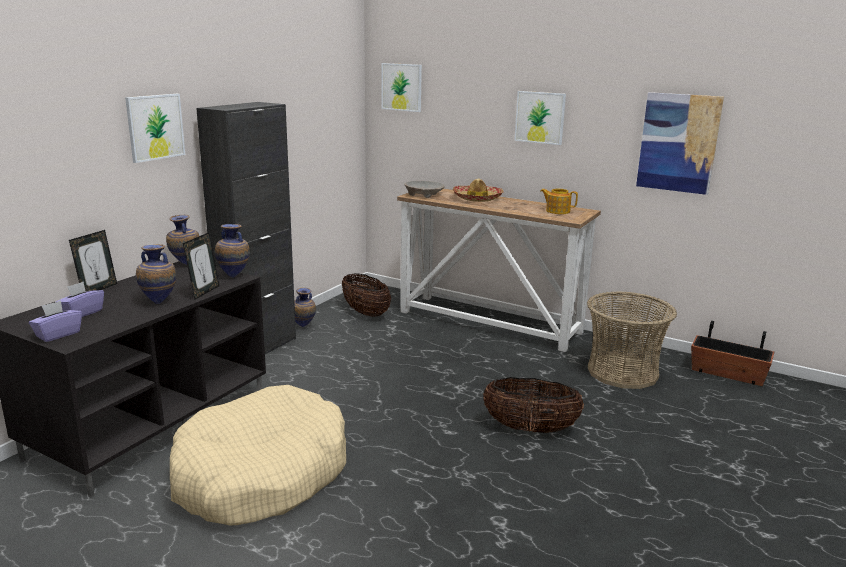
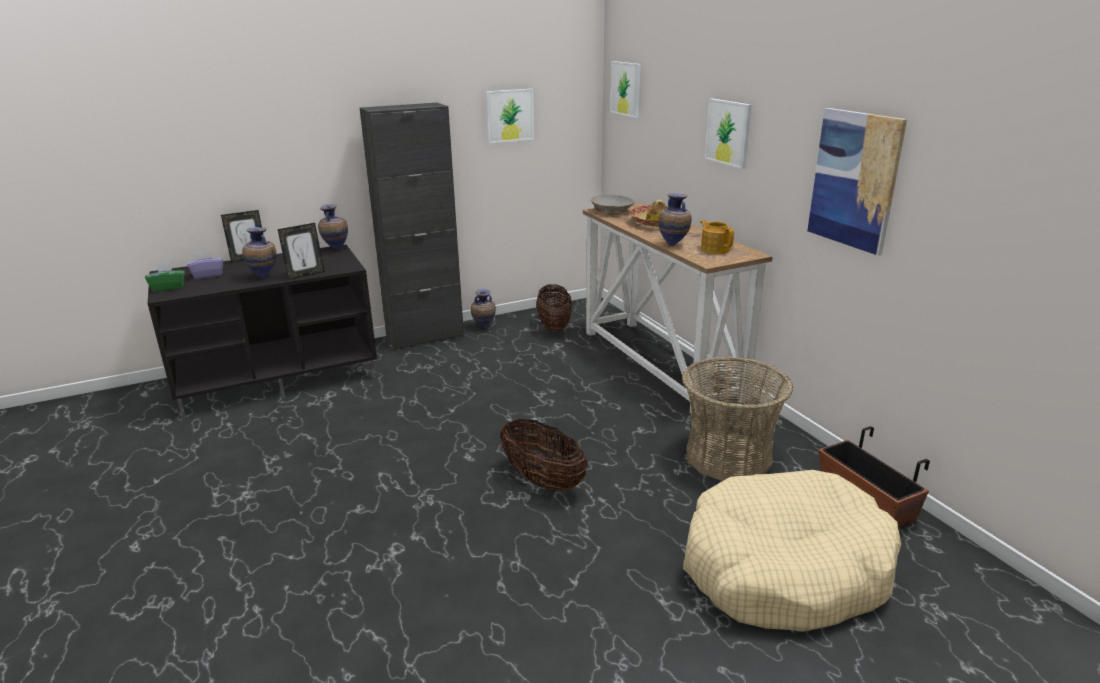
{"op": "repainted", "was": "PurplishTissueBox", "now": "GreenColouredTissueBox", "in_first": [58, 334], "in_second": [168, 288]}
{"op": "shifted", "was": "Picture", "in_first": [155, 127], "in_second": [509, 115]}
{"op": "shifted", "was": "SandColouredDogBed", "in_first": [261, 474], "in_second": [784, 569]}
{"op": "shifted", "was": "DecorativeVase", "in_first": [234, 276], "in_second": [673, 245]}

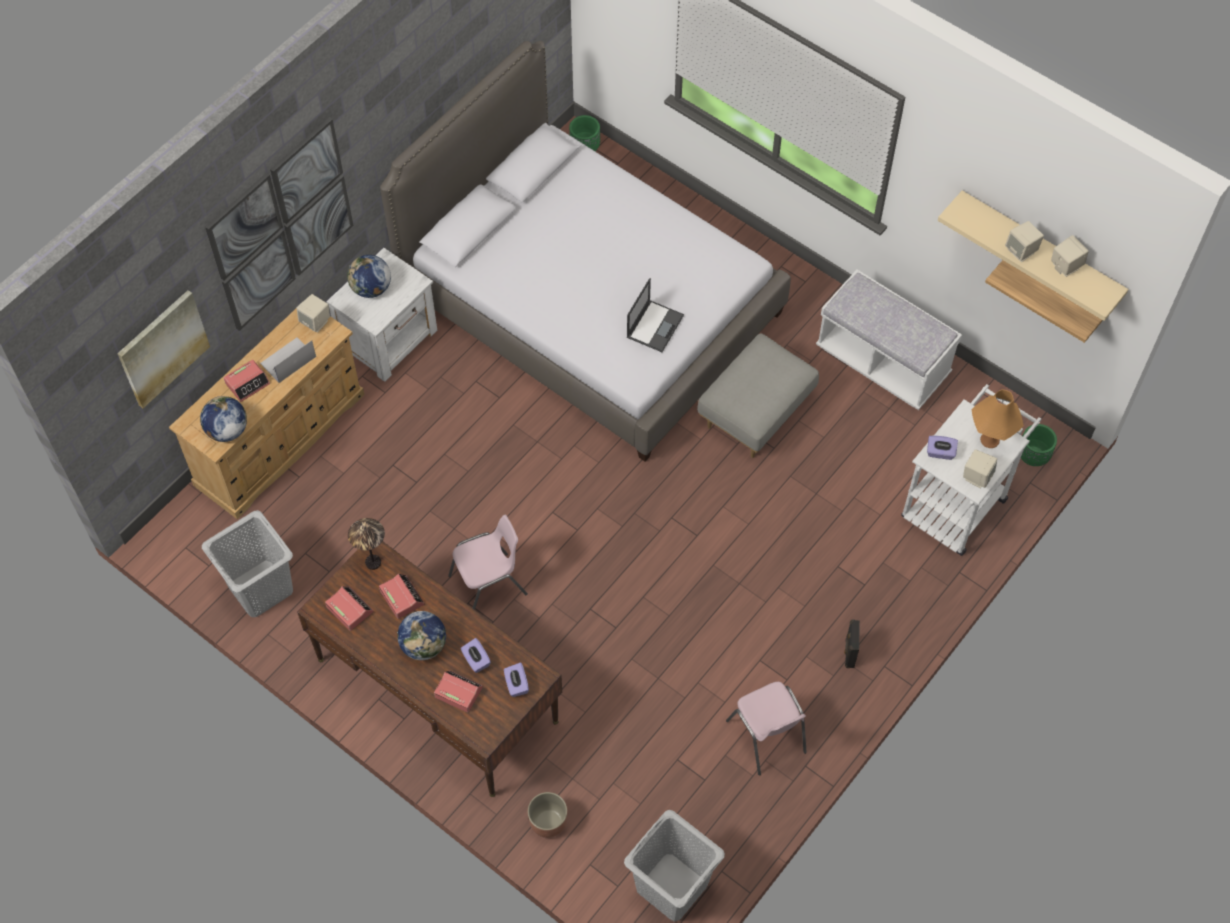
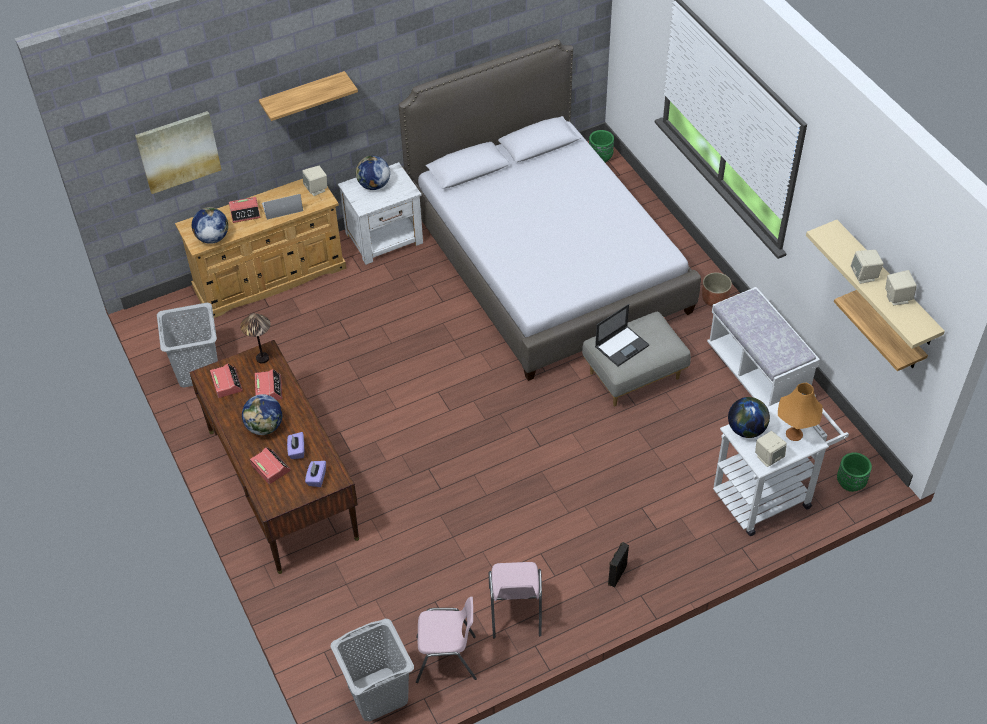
{"op": "swapped", "was": "Picture", "now": "BracketShelf", "in_first": [281, 225], "in_second": [303, 96]}
{"op": "shifted", "was": "PinkColouredPlainChair", "in_first": [489, 586], "in_second": [447, 659]}
{"op": "shifted", "was": "Planter", "in_first": [548, 822], "in_second": [714, 299]}
{"op": "shifted", "was": "PortableComputer", "in_first": [655, 325], "in_second": [622, 345]}
{"op": "swapped", "was": "PurplishTissueBox", "now": "Globe", "in_first": [940, 453], "in_second": [746, 429]}

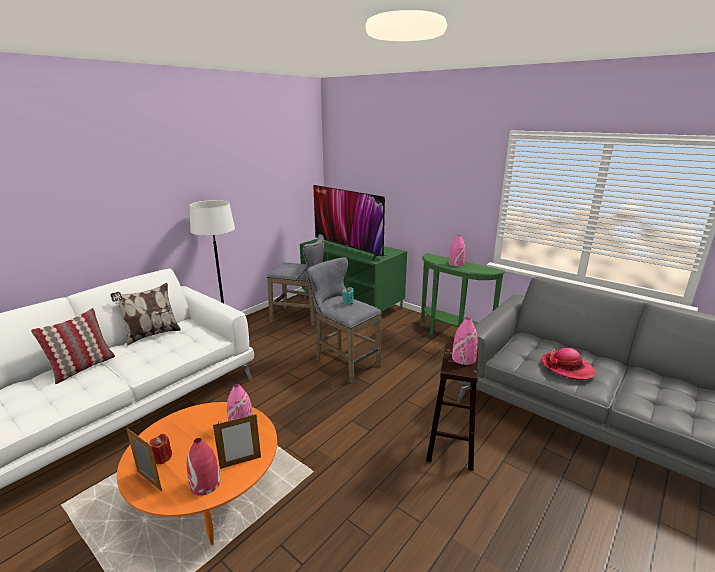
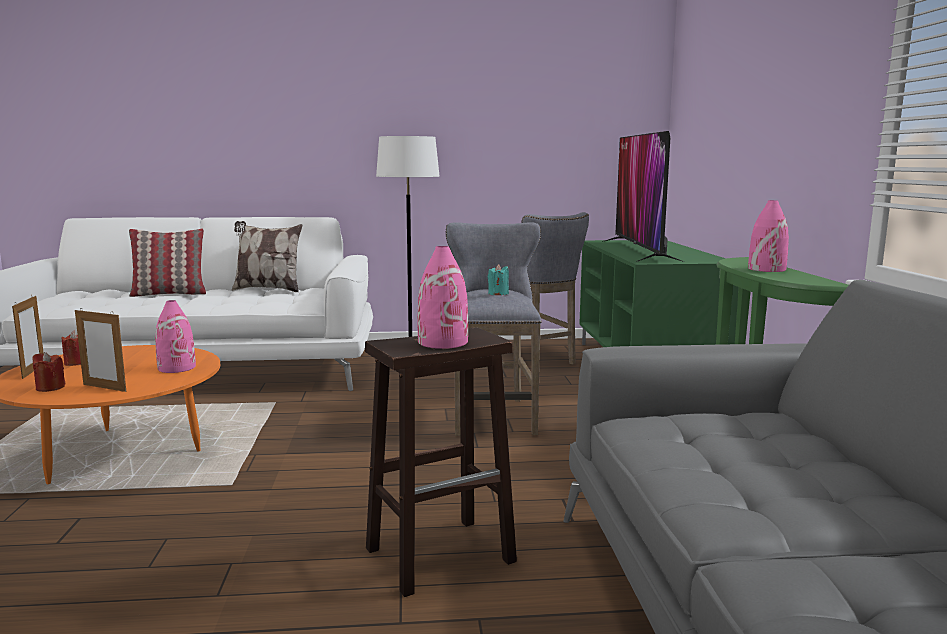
{"op": "swapped", "was": "RedDecorativeVase", "now": "RedWaxCandle", "in_first": [205, 484], "in_second": [50, 387]}
{"op": "gone", "was": "ClothingHat", "in_first": [567, 367]}

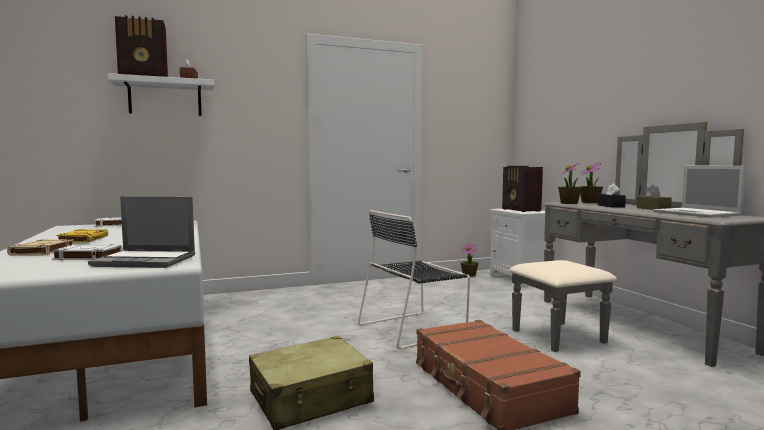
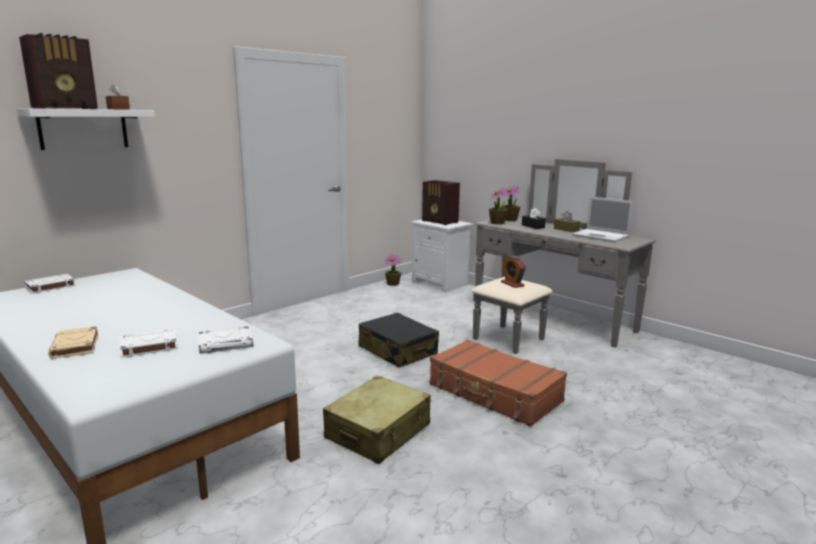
{"op": "gone", "was": "YellowishBoundBook", "in_first": [83, 239]}
{"op": "swapped", "was": "PortableComputer", "now": "WhiteColouredBoundBook", "in_first": [147, 261], "in_second": [226, 344]}
{"op": "swapped", "was": "BlackishPlainChair", "now": "BlackishPieceOfLuggage", "in_first": [414, 329], "in_second": [397, 351]}
{"op": "new", "now": "BedsideClock", "in_second": [512, 284]}

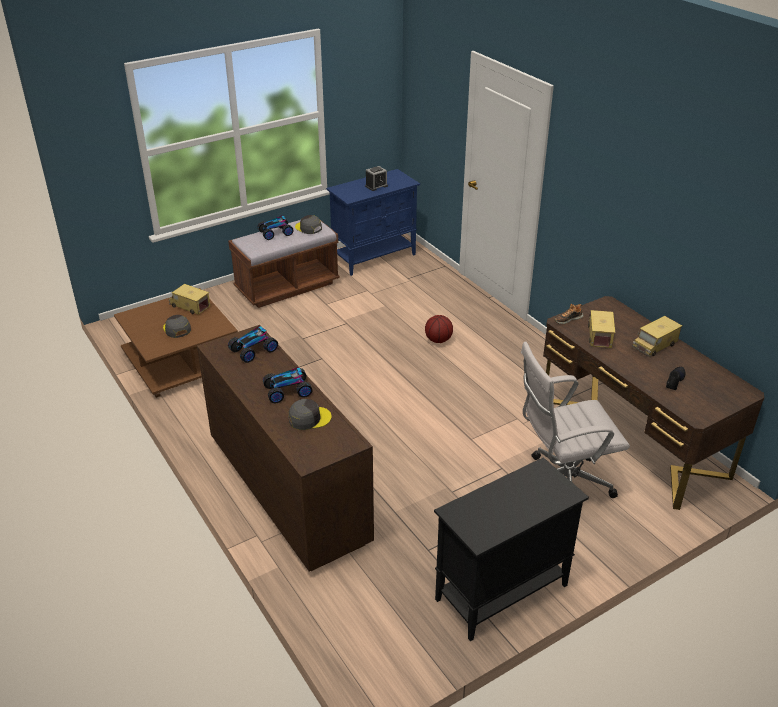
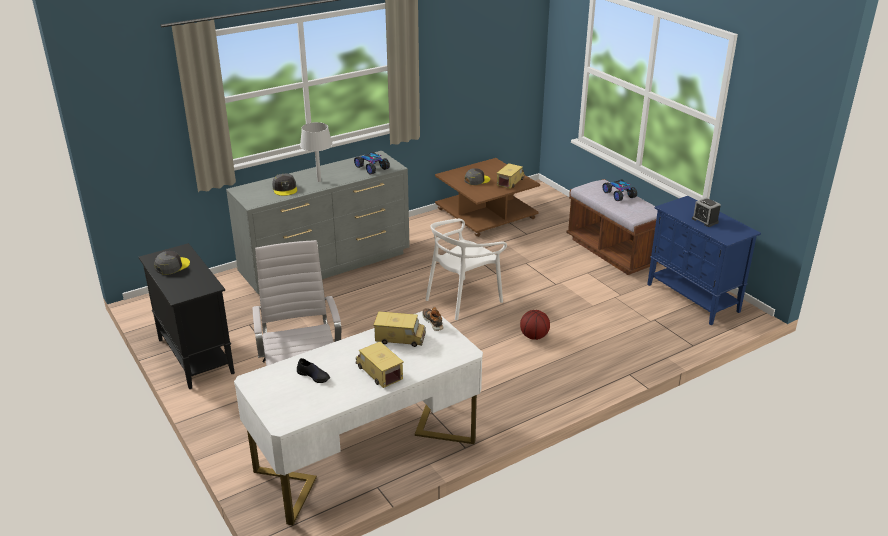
{"op": "repainted", "was": "BrownishDrawerChest", "now": "GreyishDrawerChest", "in_first": [288, 490], "in_second": [327, 265]}
{"op": "swapped", "was": "MiniatureCar", "now": "GreyishTableLamp", "in_first": [287, 391], "in_second": [319, 181]}
{"op": "shifted", "was": "GreyishPeakedCap", "in_first": [308, 228], "in_second": [172, 266]}
{"op": "repainted", "was": "BrownishDeskTable", "now": "WhiteColouredDeskTable", "in_first": [631, 437], "in_second": [366, 455]}
{"op": "new", "now": "WhiteColouredPlainChair", "in_second": [463, 299]}

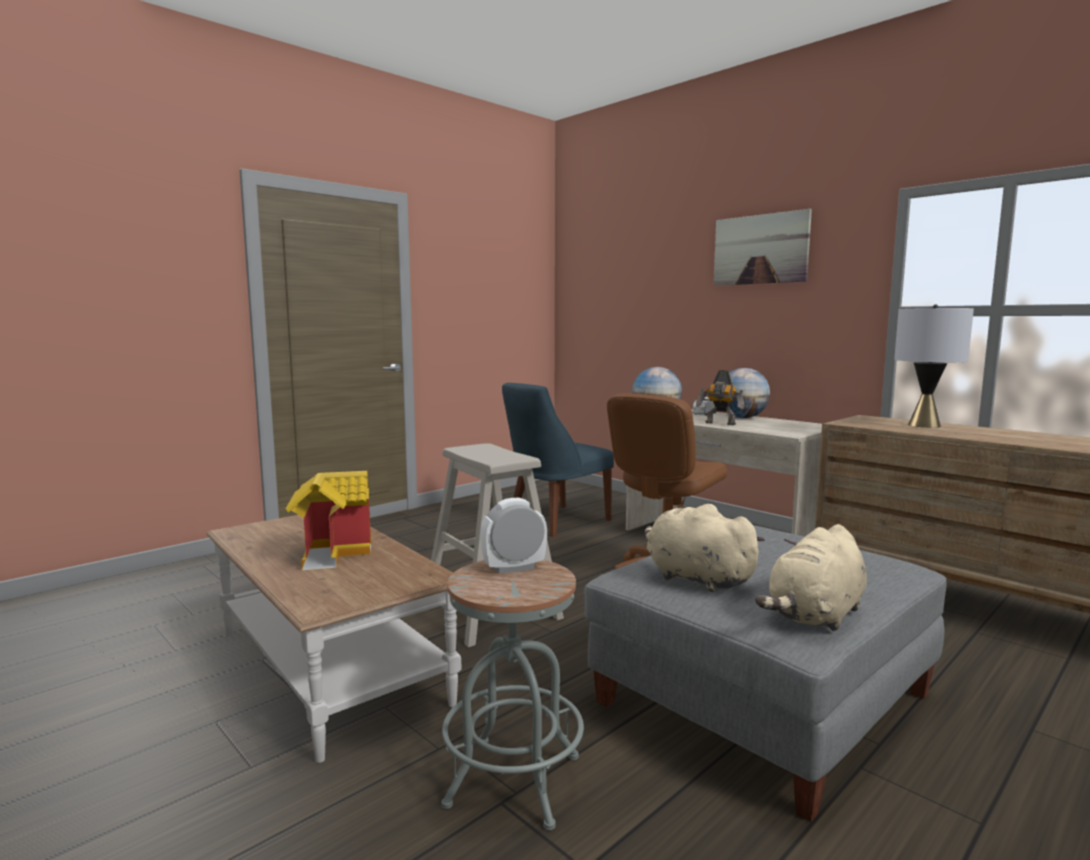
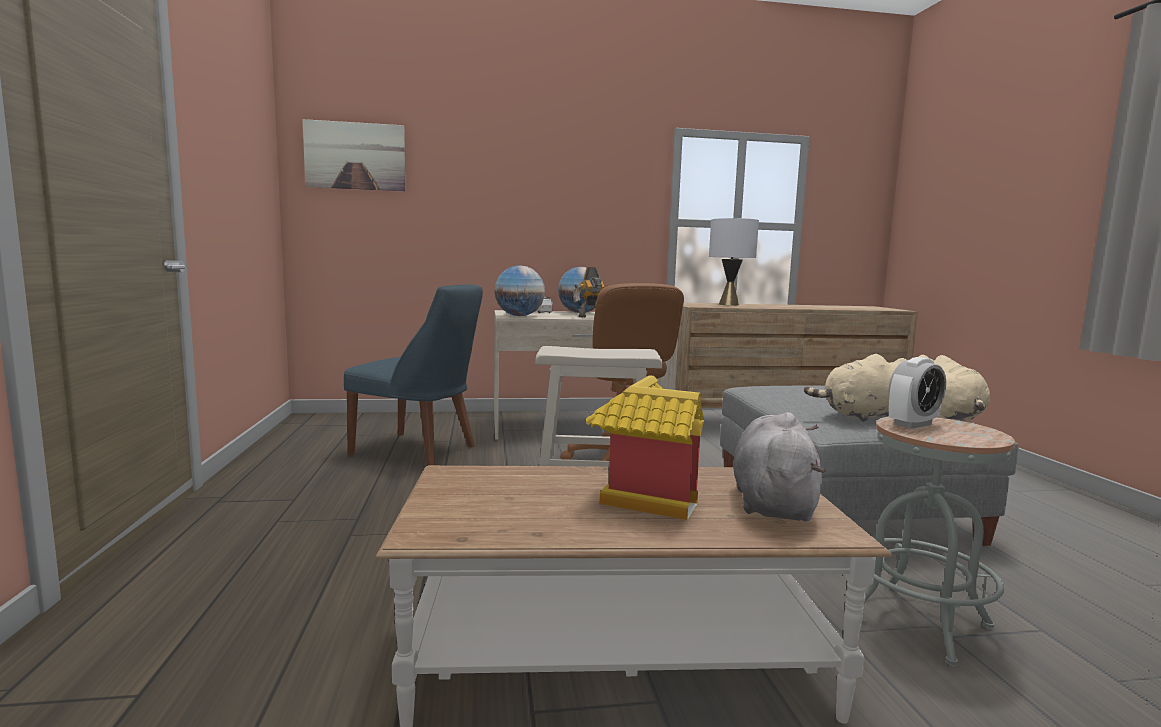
{"op": "rotated", "was": "BedsideClock", "in_first": [514, 568], "in_second": [912, 424], "clockwise": -135}
{"op": "rotated", "was": "BlueColouredPlainChair", "in_first": [555, 522], "in_second": [418, 451], "clockwise": -60}
{"op": "shifted", "was": "Picture", "in_first": [760, 249], "in_second": [355, 156]}
{"op": "new", "now": "GreyishSoftToy", "in_second": [772, 503]}

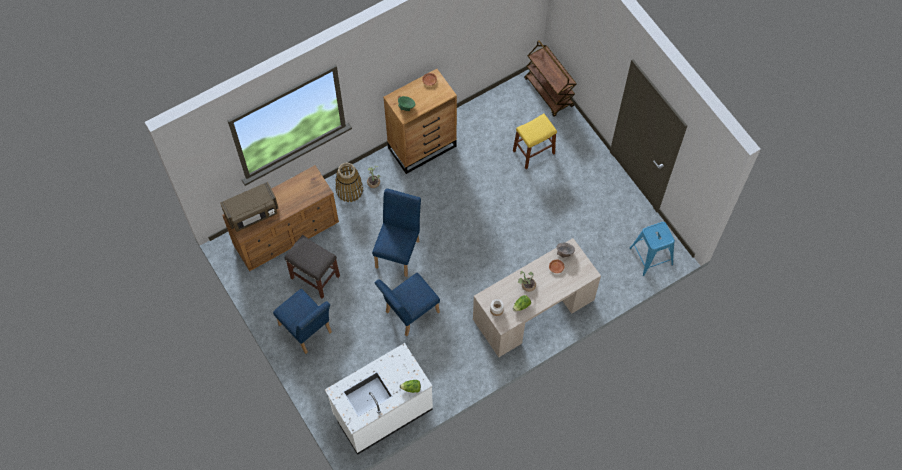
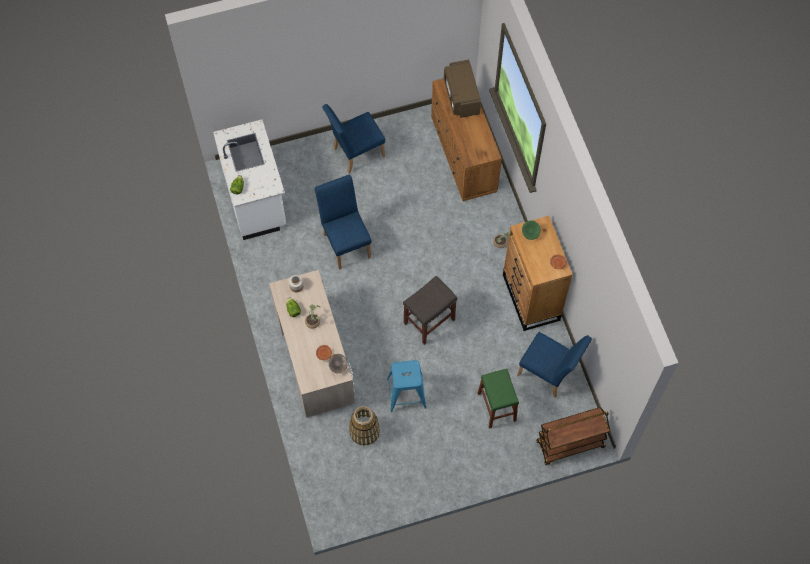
{"op": "shifted", "was": "GreyishSittingStool", "in_first": [316, 277], "in_second": [429, 322]}
{"op": "shifted", "was": "StorageBasket", "in_first": [349, 190], "in_second": [364, 431]}
{"op": "shifted", "was": "BlueColouredPlainChair", "in_first": [399, 250], "in_second": [548, 375]}
{"op": "repainted", "was": "YellowishSittingStool", "now": "GreenColouredSittingStool", "in_first": [533, 152], "in_second": [496, 407]}
{"op": "shifted", "was": "BlueColouredSittingStool", "in_first": [650, 256], "in_second": [406, 393]}

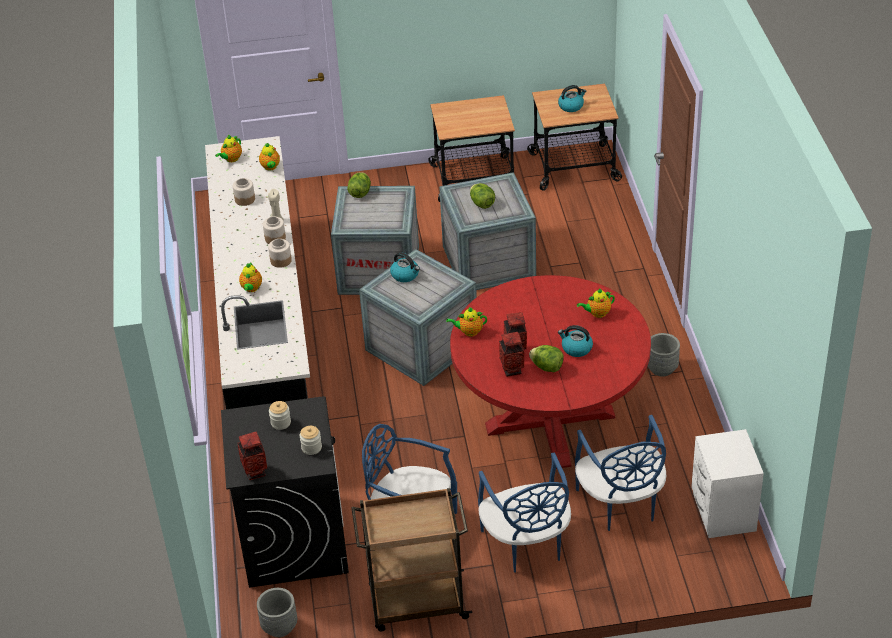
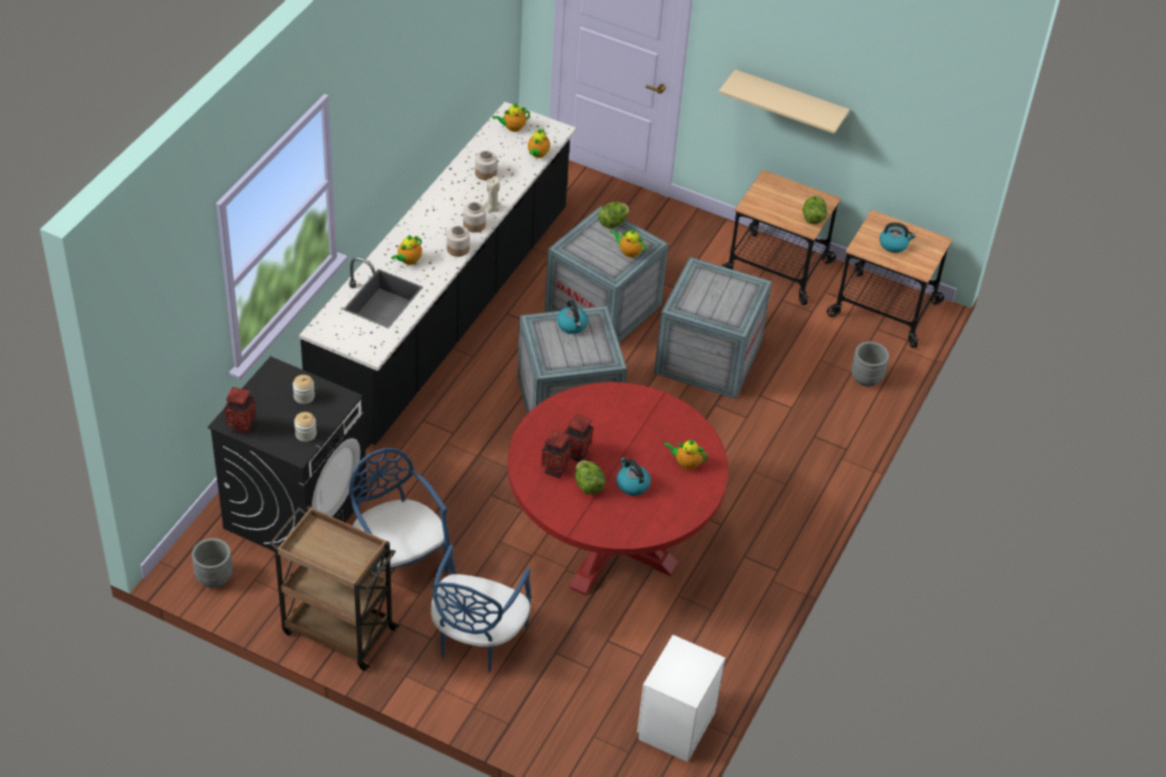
{"op": "shifted", "was": "Teapot", "in_first": [469, 332], "in_second": [628, 252]}
{"op": "shifted", "was": "Lettuce", "in_first": [482, 204], "in_second": [813, 218]}
{"op": "gone", "was": "BlueColouredPlainChair", "in_first": [621, 504]}
{"op": "shifted", "was": "GreyishPlanter", "in_first": [662, 369], "in_second": [866, 378]}
{"op": "new", "now": "SandColouredBracketShelf", "in_second": [789, 102]}

